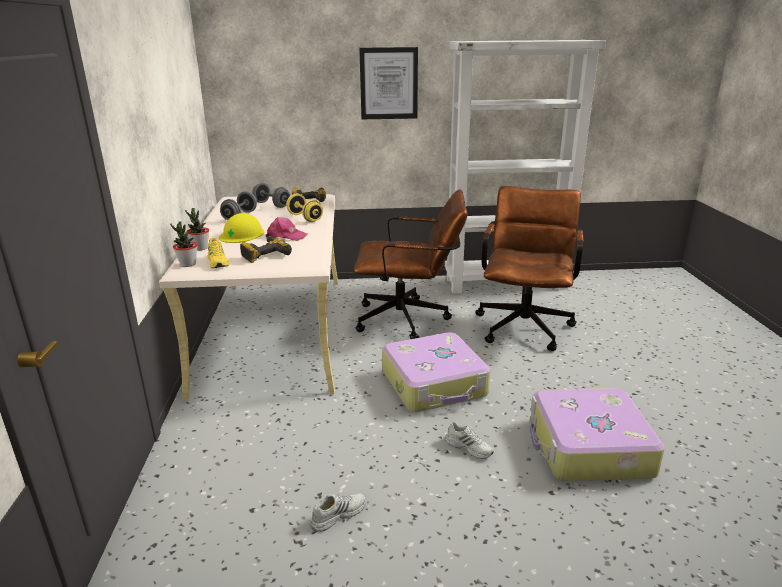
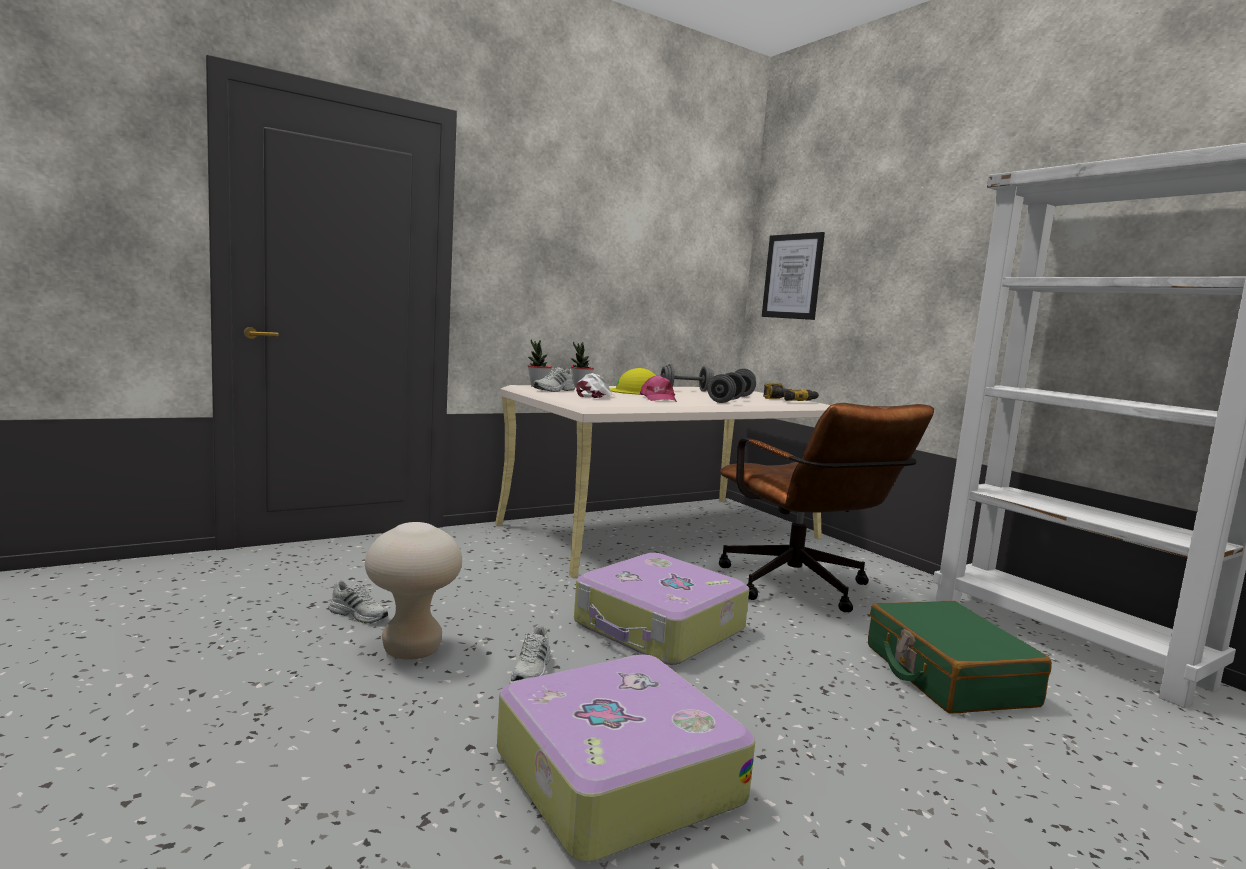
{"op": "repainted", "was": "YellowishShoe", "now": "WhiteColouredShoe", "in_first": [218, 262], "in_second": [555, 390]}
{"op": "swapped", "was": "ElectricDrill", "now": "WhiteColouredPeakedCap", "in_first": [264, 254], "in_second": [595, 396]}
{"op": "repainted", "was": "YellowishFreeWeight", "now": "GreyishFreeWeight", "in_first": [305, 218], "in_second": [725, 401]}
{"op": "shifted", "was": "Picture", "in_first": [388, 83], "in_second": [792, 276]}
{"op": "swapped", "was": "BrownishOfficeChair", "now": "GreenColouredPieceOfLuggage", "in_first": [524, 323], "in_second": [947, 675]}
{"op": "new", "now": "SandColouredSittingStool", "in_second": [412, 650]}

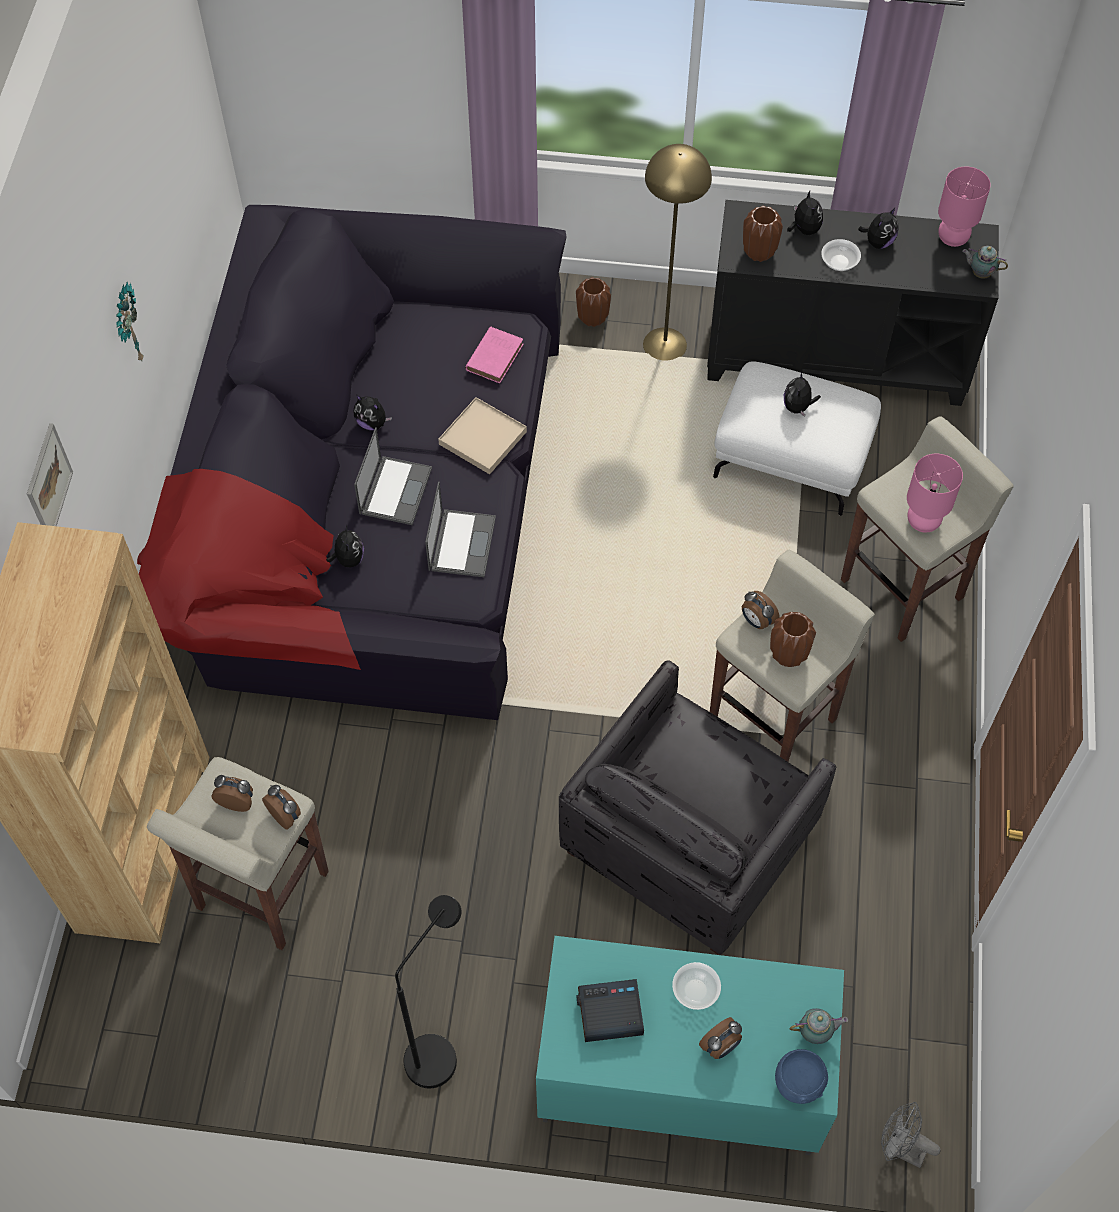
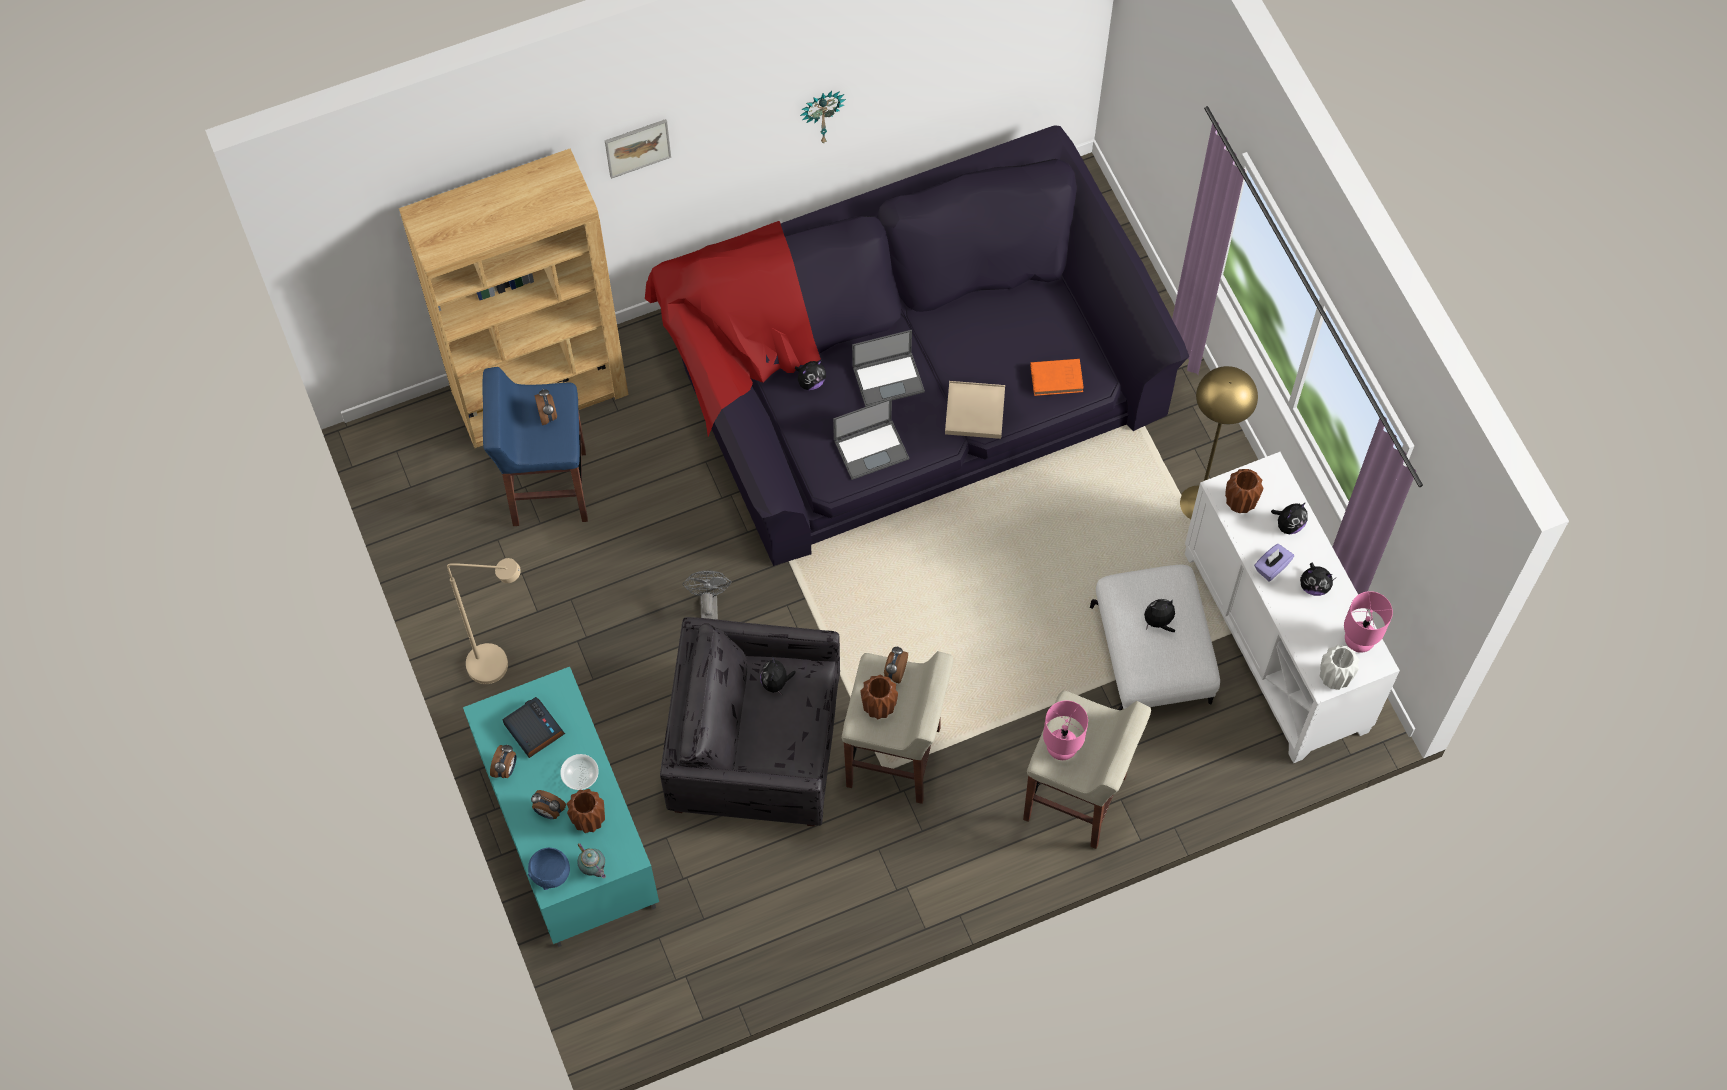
{"op": "repainted", "was": "SandColouredSittingStool", "now": "BlueColouredSittingStool", "in_first": [261, 892], "in_second": [547, 488]}
{"op": "shifted", "was": "BedsideClock", "in_first": [285, 815], "in_second": [506, 768]}
{"op": "shifted", "was": "SoftToy", "in_first": [372, 423], "in_second": [776, 682]}
{"op": "repainted", "was": "BlackishFloorLamp", "now": "SandColouredFloorLamp", "in_first": [437, 1048], "in_second": [499, 664]}
{"op": "repainted", "was": "PinkColouredBoundBook", "now": "OrangeyBoundBook", "in_first": [495, 356], "in_second": [1058, 378]}
{"op": "shifted", "was": "BrownishDecorativeVase", "in_first": [593, 318], "in_second": [589, 820]}
{"op": "repainted", "was": "BlackishStorageCabinet", "now": "WhiteColouredStorageCabinet", "in_first": [836, 358], "in_second": [1276, 642]}
{"op": "swapped", "was": "ServingBowl", "now": "PurplishTissueBox", "in_first": [839, 262], "in_second": [1271, 567]}
{"op": "shifted", "was": "GreyishCoolingFan", "in_first": [900, 1147], "in_second": [708, 604]}
{"op": "swapped", "was": "Teapot", "now": "WhiteColouredDecorativeVase", "in_first": [980, 273], "in_second": [1334, 678]}

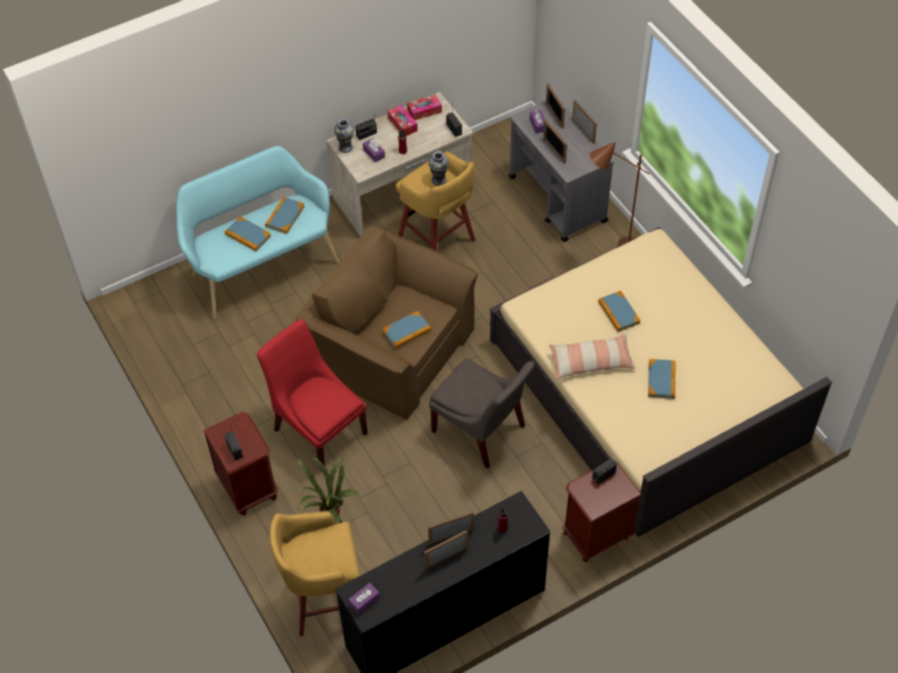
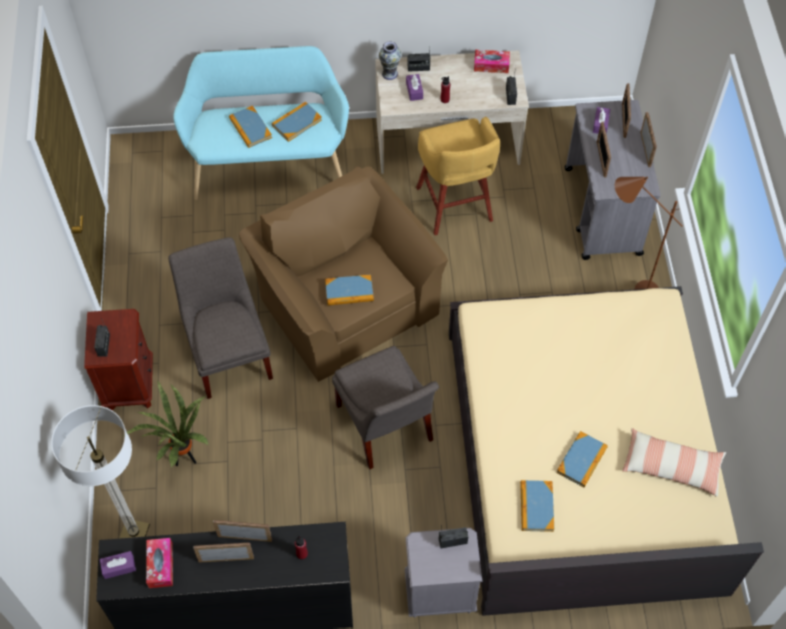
{"op": "repainted", "was": "RedPlainChair", "now": "GreyishPlainChair", "in_first": [318, 428], "in_second": [229, 352]}
{"op": "swapped", "was": "YellowishSittingStool", "now": "FloorLamp", "in_first": [324, 600], "in_second": [134, 533]}
{"op": "shifted", "was": "TissueBox", "in_first": [402, 124], "in_second": [160, 565]}
{"op": "gone", "was": "DecorativeVase", "in_first": [438, 180]}
{"op": "shifted", "was": "Cushion", "in_first": [591, 362], "in_second": [671, 466]}
{"op": "repainted", "was": "BrownishBedsideTable", "now": "GreyishBedsideTable", "in_first": [596, 535], "in_second": [439, 593]}
{"op": "shifted", "was": "BoundBook", "in_first": [618, 312], "in_second": [536, 507]}

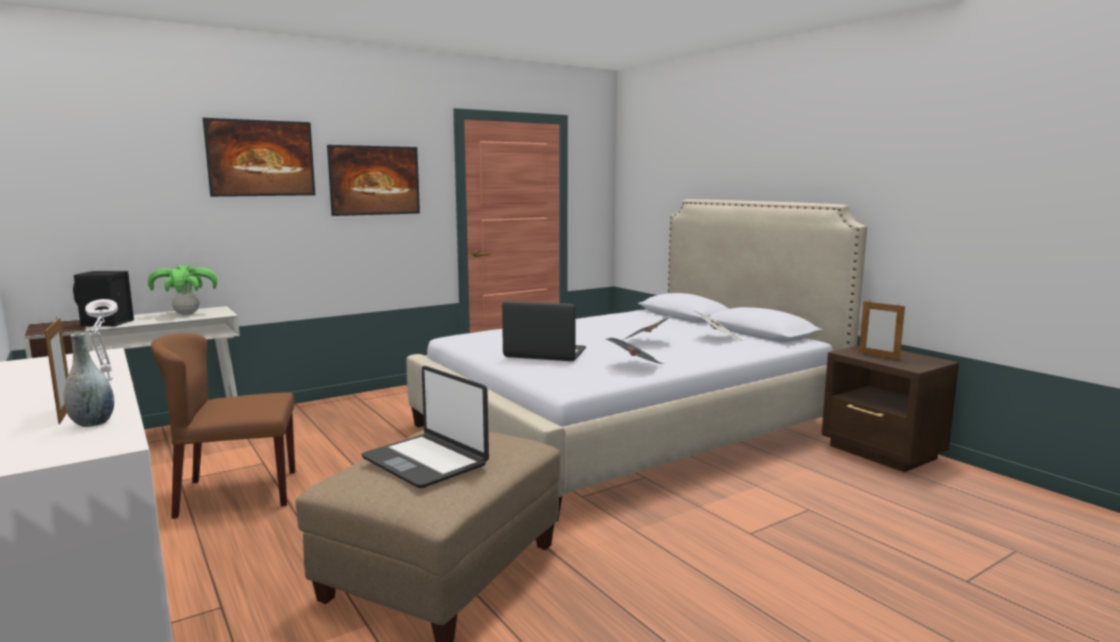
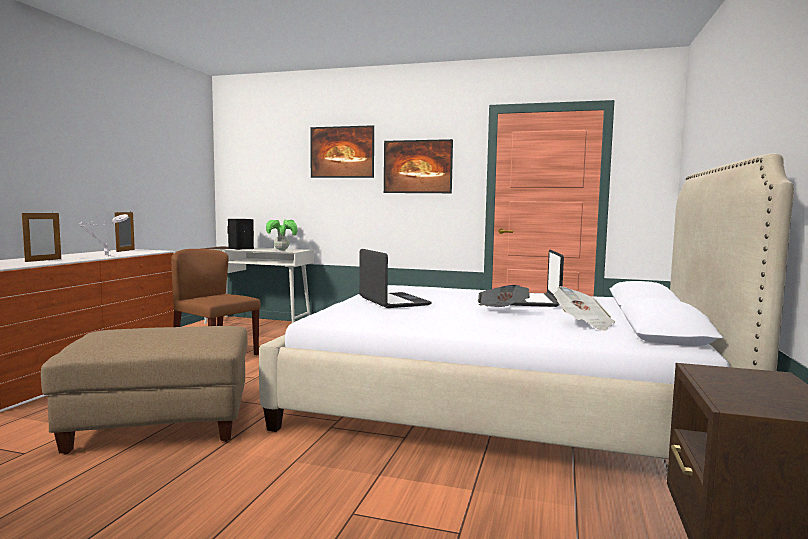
{"op": "gone", "was": "GreyishDecorativeVase", "in_first": [92, 423]}
{"op": "shifted", "was": "PortableComputer", "in_first": [426, 461], "in_second": [531, 301]}
{"op": "gone", "was": "Newspaper", "in_first": [635, 366]}
{"op": "shifted", "was": "PictureFrame", "in_first": [878, 356], "in_second": [125, 250]}

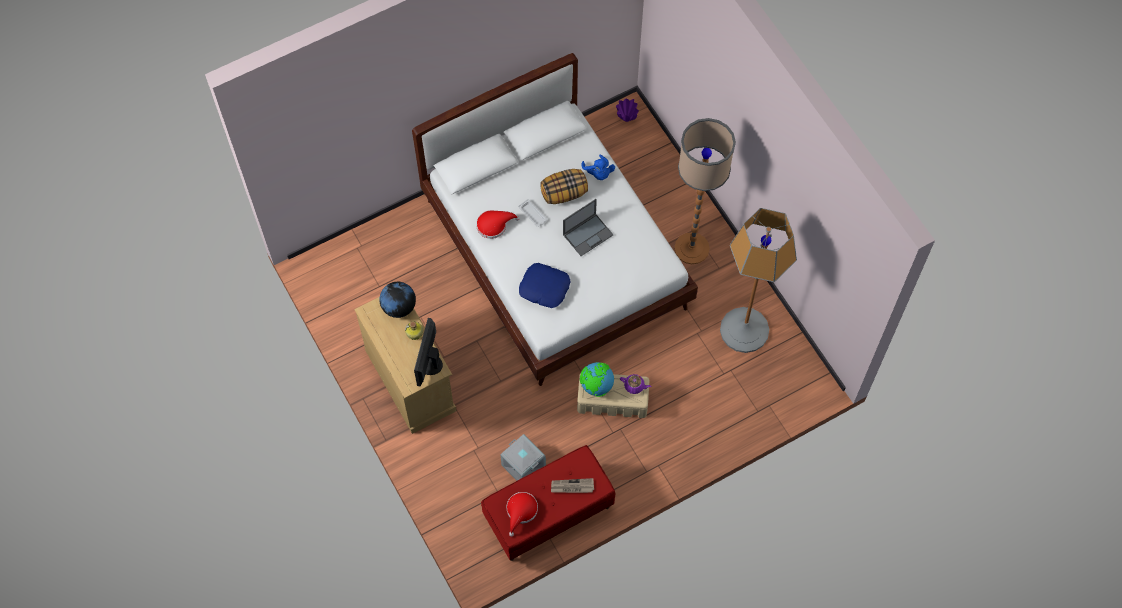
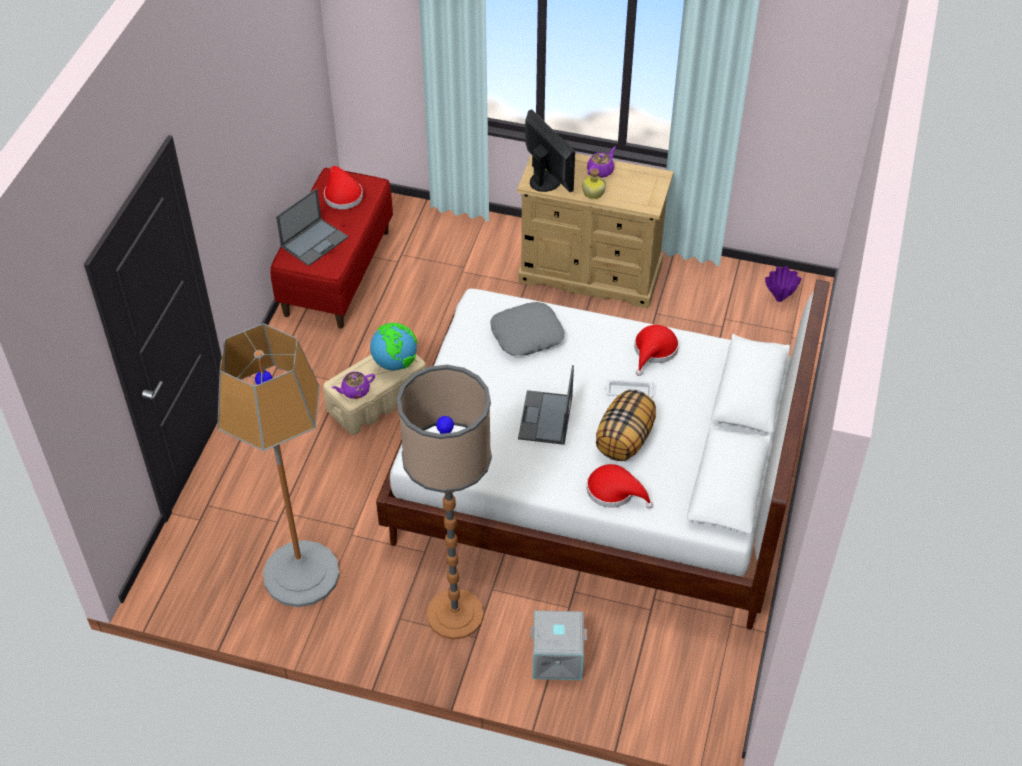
{"op": "gone", "was": "Globe", "in_first": [399, 307]}
{"op": "shifted", "was": "GreyishStorageContainer", "in_first": [522, 466], "in_second": [557, 656]}
{"op": "repainted", "was": "BlueColouredCushion", "now": "GreyishCushion", "in_first": [544, 288], "in_second": [526, 334]}
{"op": "swapped", "was": "Newspaper", "now": "PortableComputer", "in_first": [572, 487], "in_second": [315, 241]}
{"op": "swapped", "was": "BlueColouredSoftToy", "now": "RedClothingHat", "in_first": [598, 173], "in_second": [614, 491]}
{"op": "shifted", "was": "PurplishDecorativeVase", "in_first": [626, 119], "in_second": [780, 299]}
{"op": "new", "now": "PurplishTeapot", "in_second": [601, 171]}

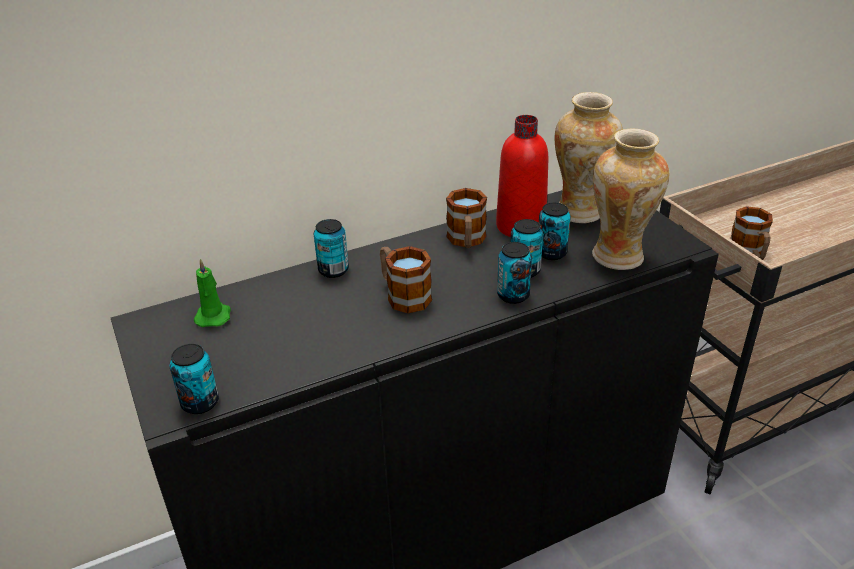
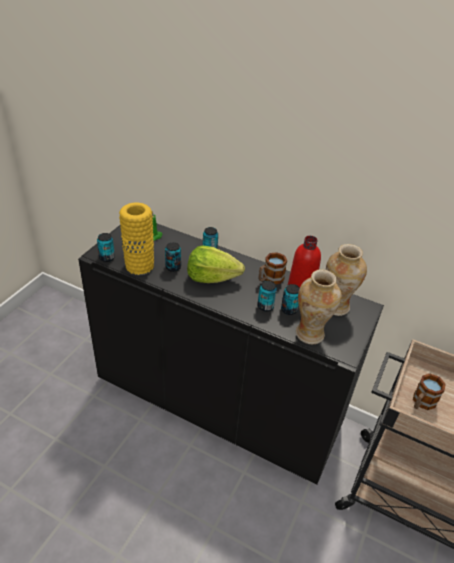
{"op": "swapped", "was": "TeaMug", "now": "Lettuce", "in_first": [403, 295], "in_second": [212, 277]}
{"op": "shifted", "was": "MetalCan", "in_first": [513, 295], "in_second": [173, 267]}
{"op": "new", "now": "YellowishDecorativeVase", "in_second": [139, 266]}

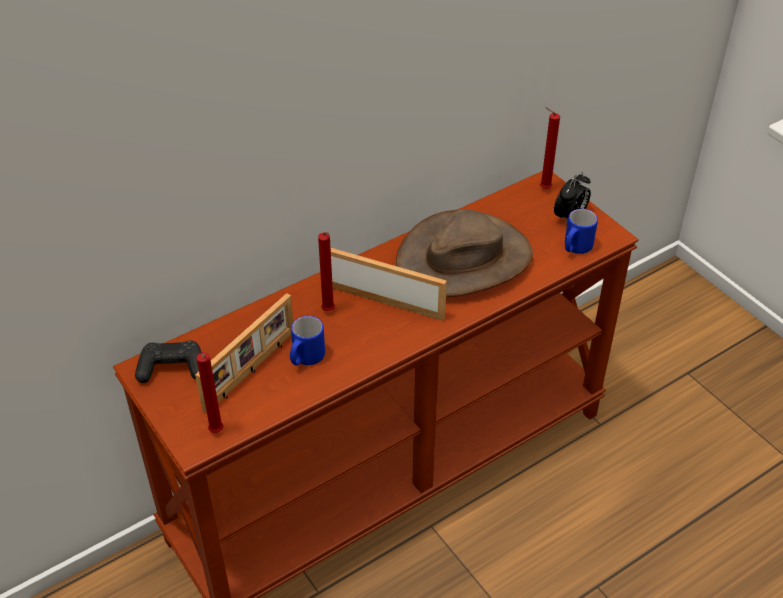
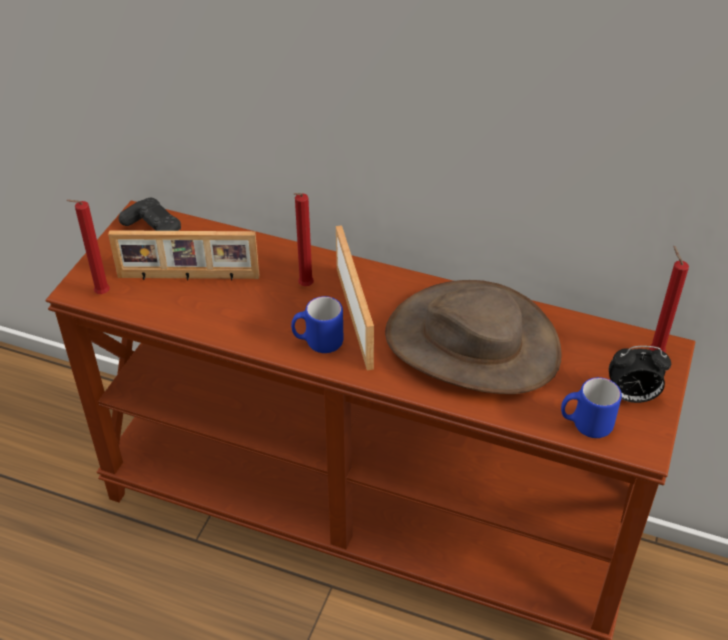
{"op": "shifted", "was": "BlueColouredTeaMug", "in_first": [305, 359], "in_second": [318, 342]}

